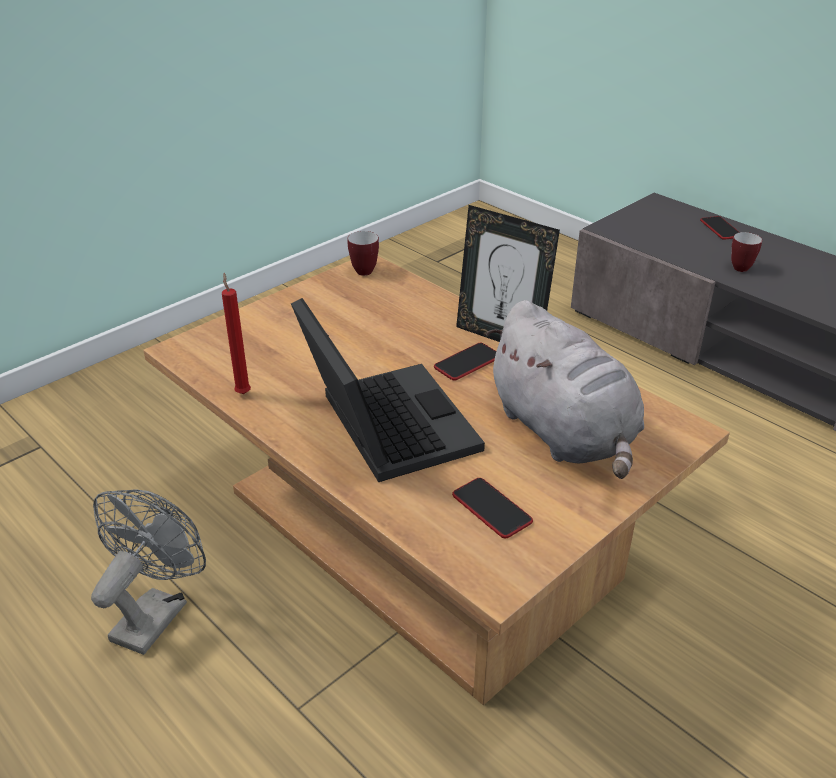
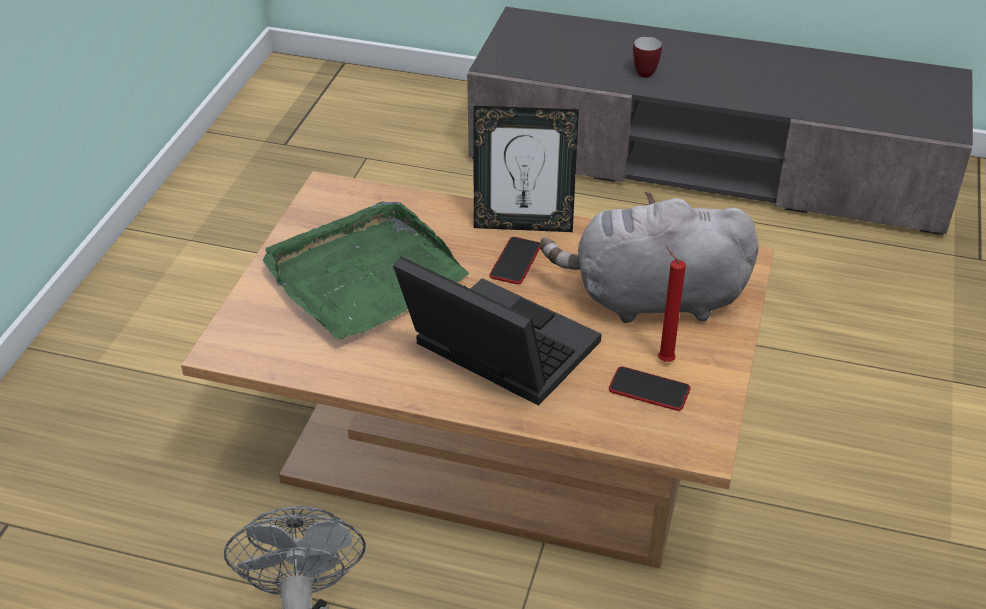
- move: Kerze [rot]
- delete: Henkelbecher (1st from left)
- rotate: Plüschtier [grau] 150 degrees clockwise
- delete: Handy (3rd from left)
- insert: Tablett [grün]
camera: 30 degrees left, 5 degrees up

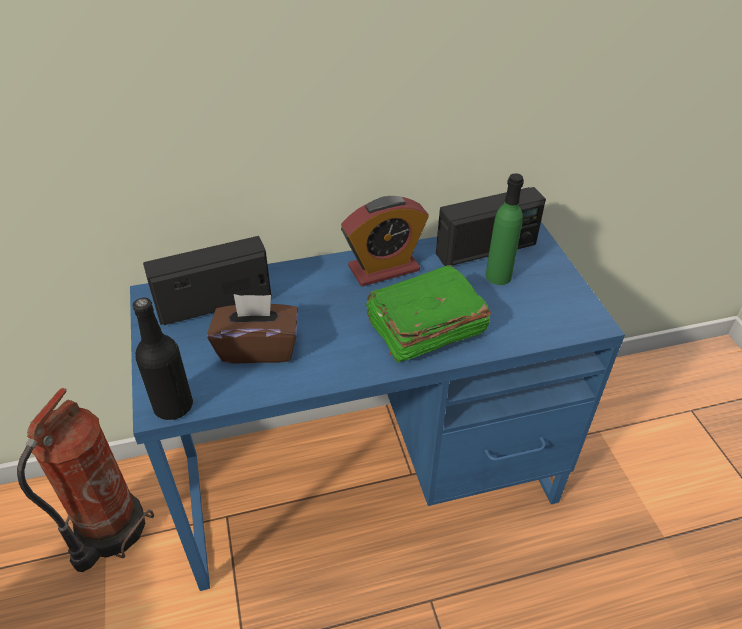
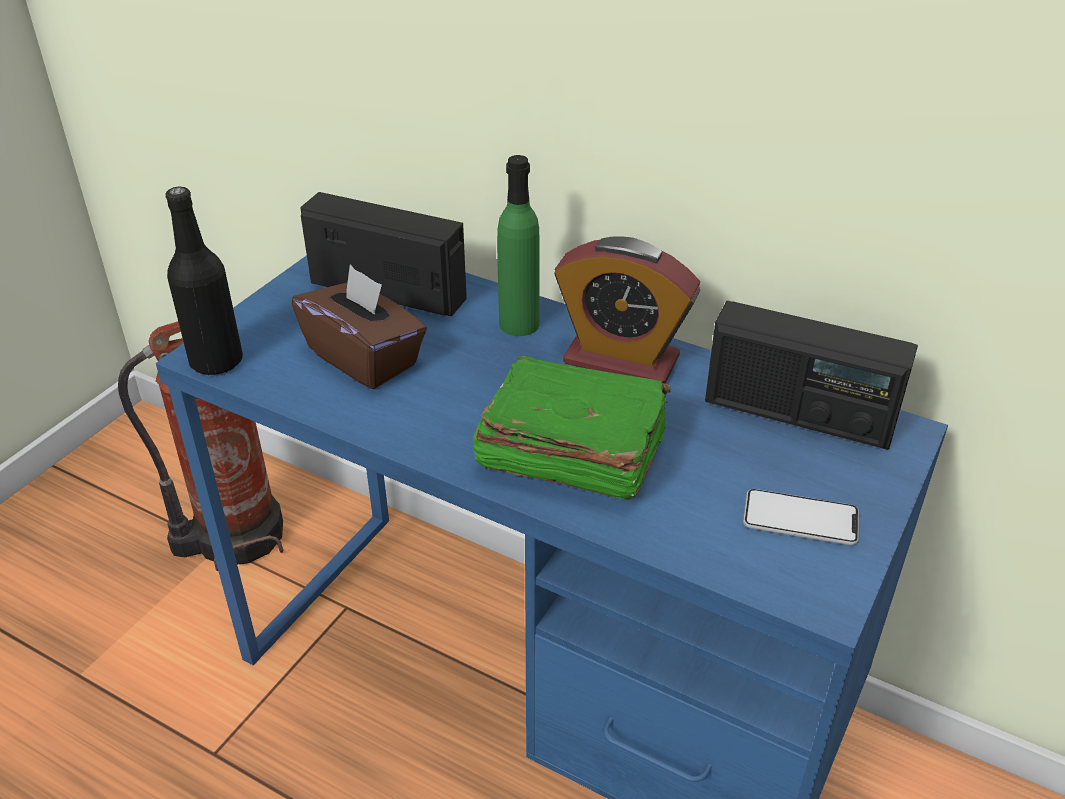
- move: Flasche [grün]
- insert: Handy
camera: 45 degrees right, 5 degrees down

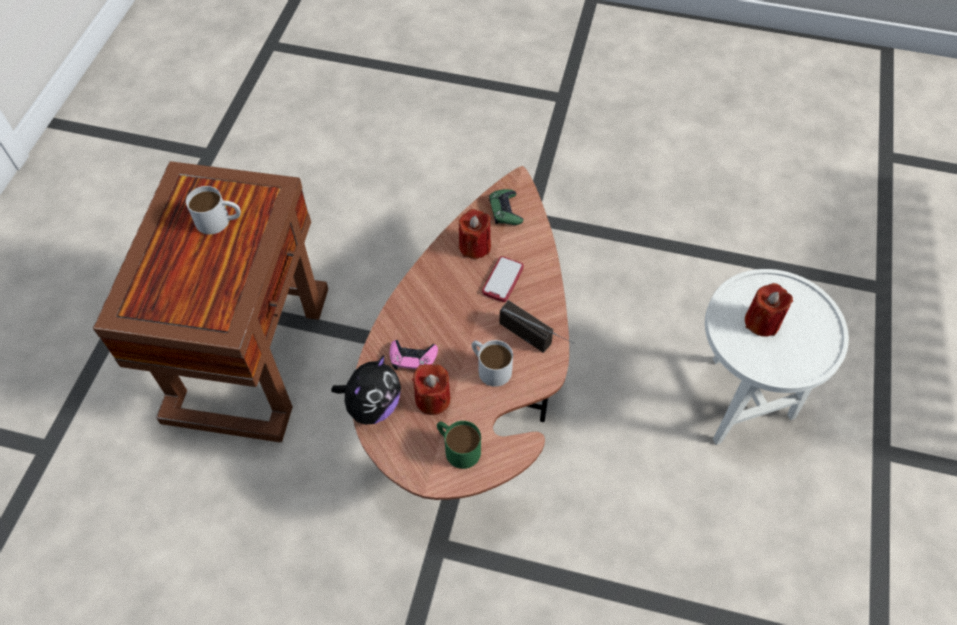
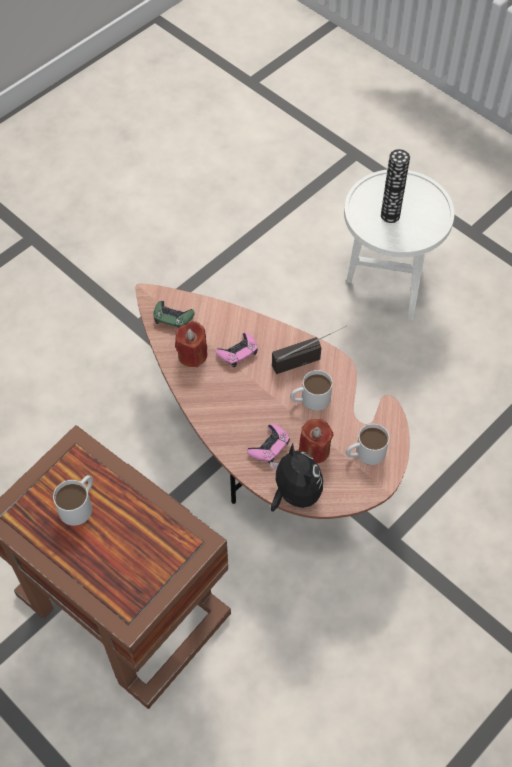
- recolor: Henkelbecher [grün] to Henkelbecher [weiß] (3rd from left)
- replace: Handy to Gamepad [rosa] (1st from left)
- replace: Kerze [rot] (3rd from left) to Vase
camera: 60 degrees left, 0 degrees up

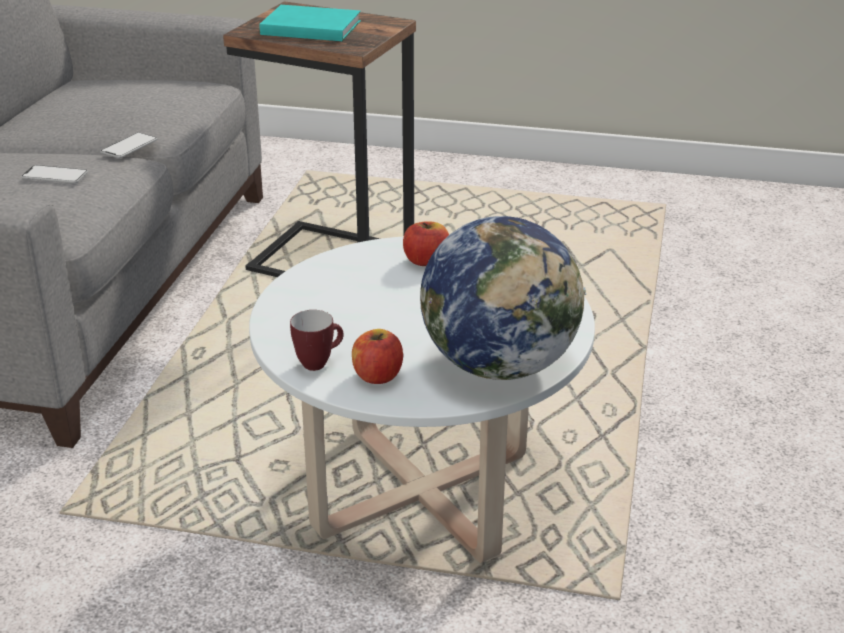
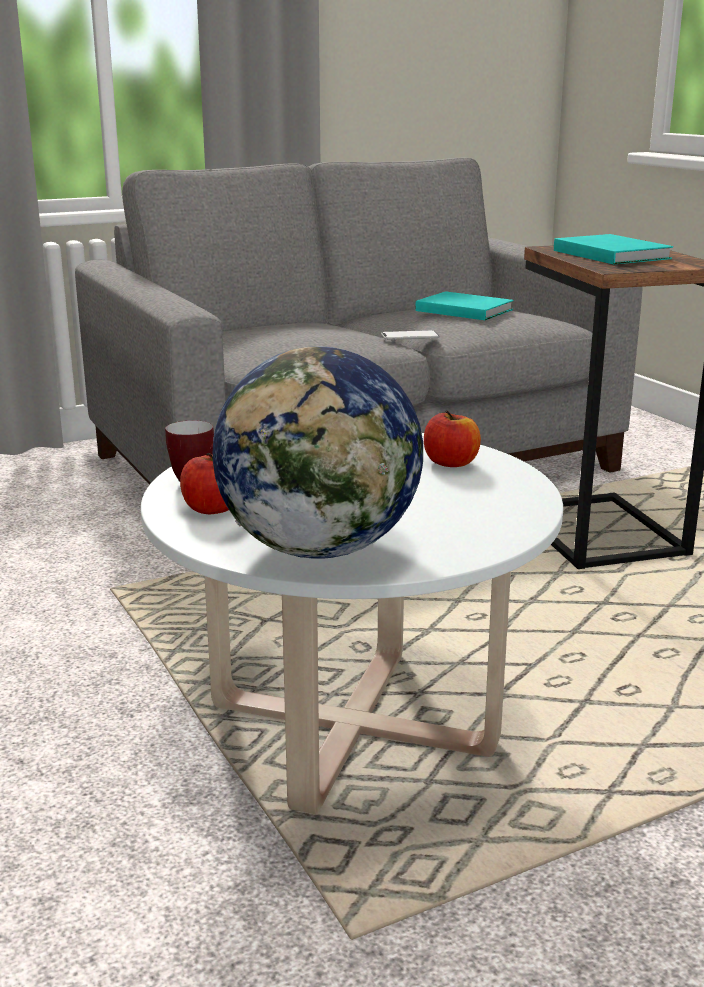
- delete: Handy (1st from left)
- insert: Buch [türkis] (1st from left)
camera: 50 degrees right, 10 degrees down

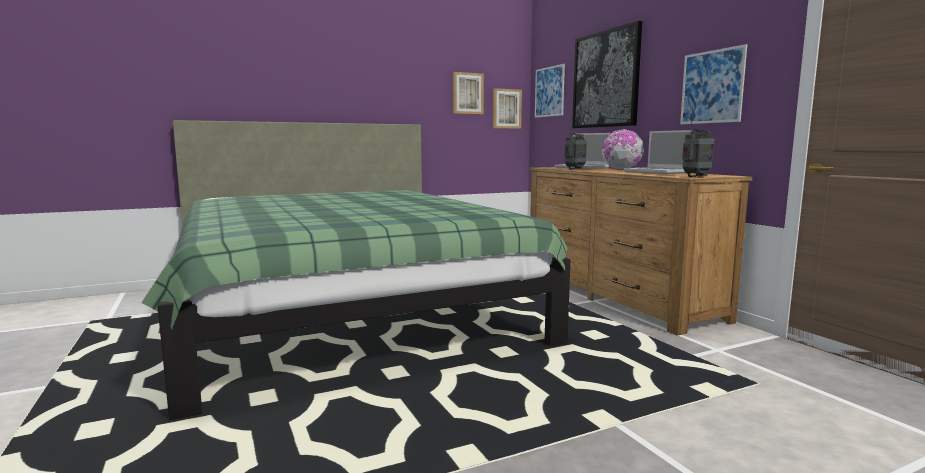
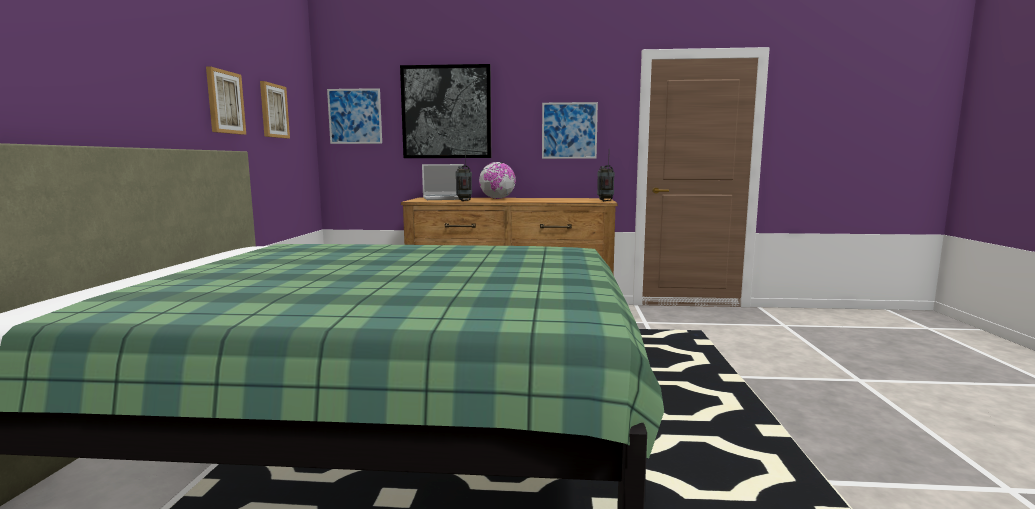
- move: Bild (2nd from left in the first image) to Bild (1st from left)
- delete: Laptop (2nd from left)
camera: 60 degrees left, 0 degrees up

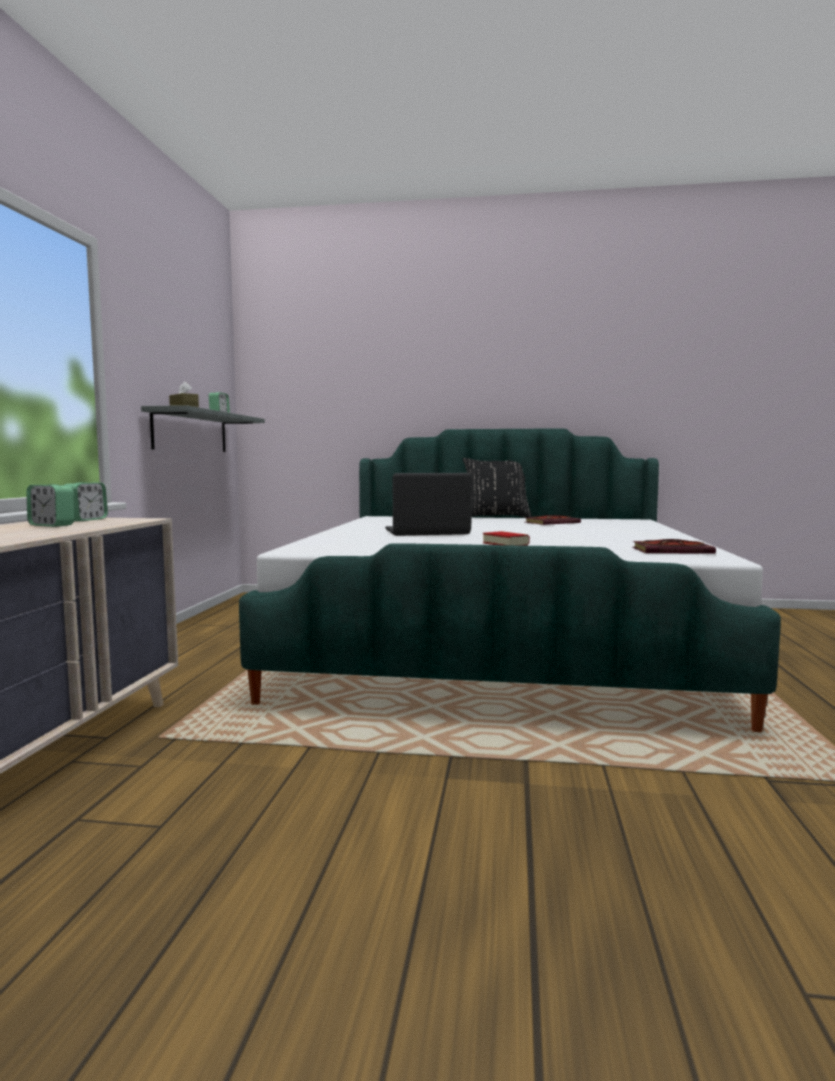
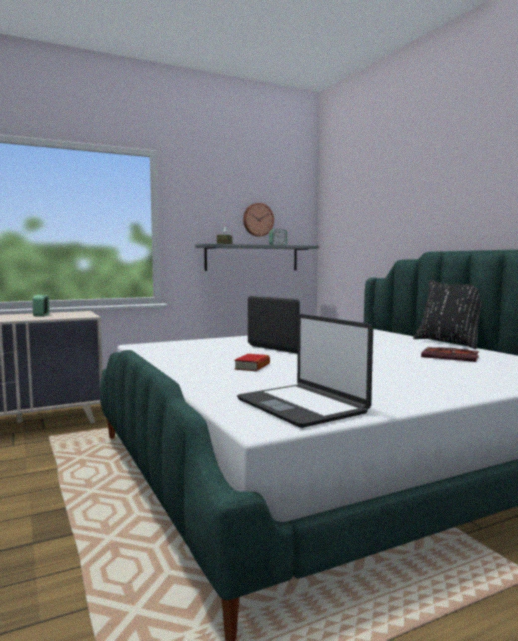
- delete: Wecker (2nd from left)
- replace: Buch (3rd from left) to Laptop (2nd from left)
- insert: Wanduhr
camera: 55 degrees right, 0 degrees up

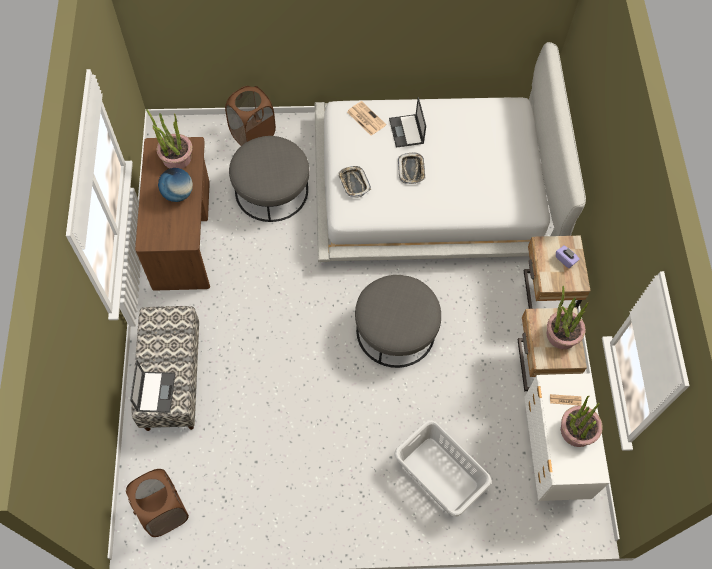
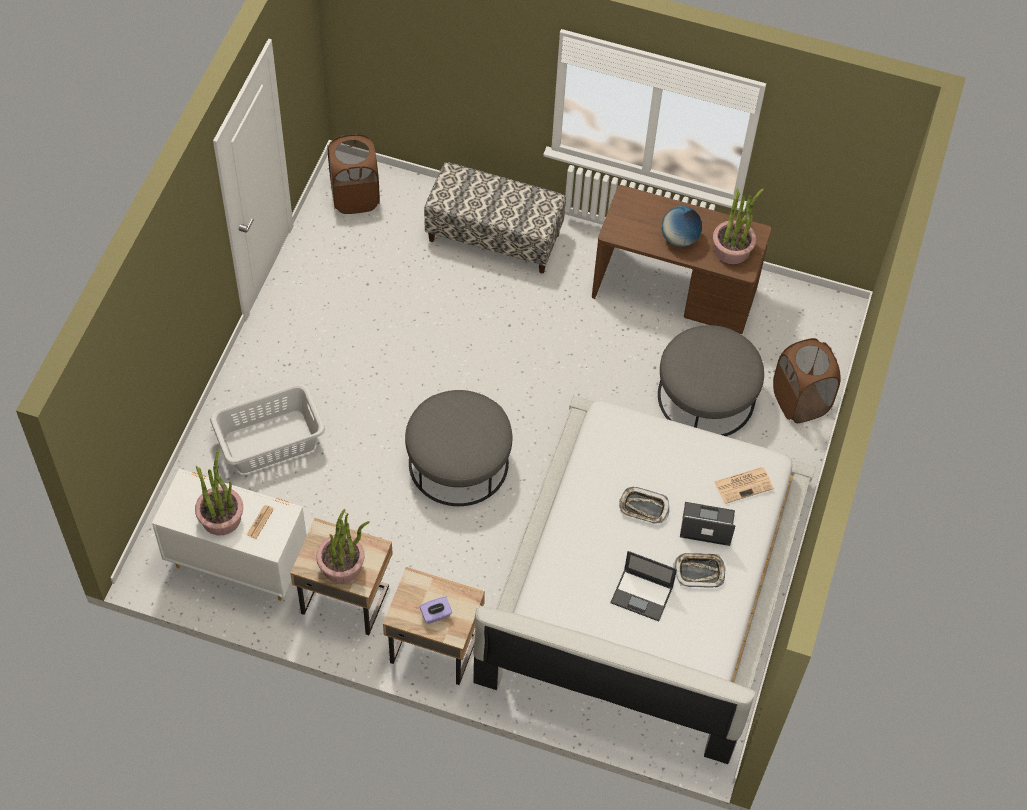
- move: Laptop (1st from left)
- move: Tablett (1st from left in the first image) to Tablett (2nd from left)
camera: 110 degrees right, 5 degrees down

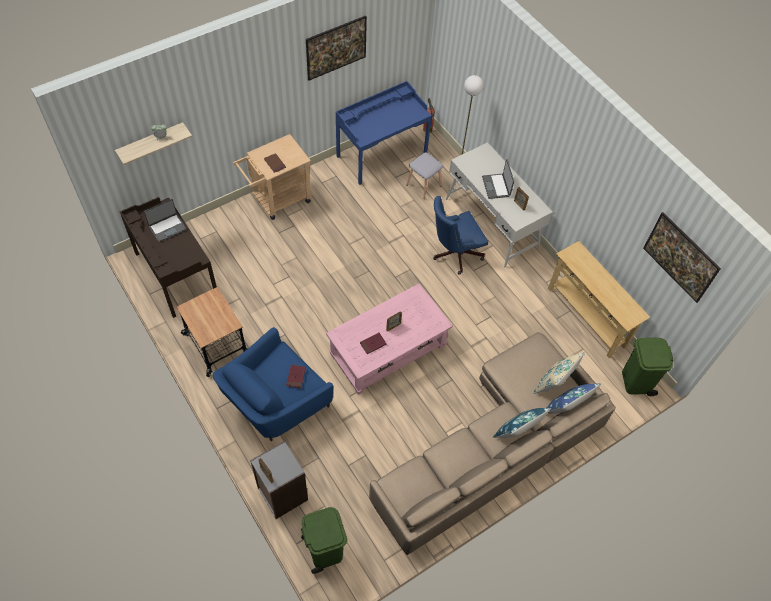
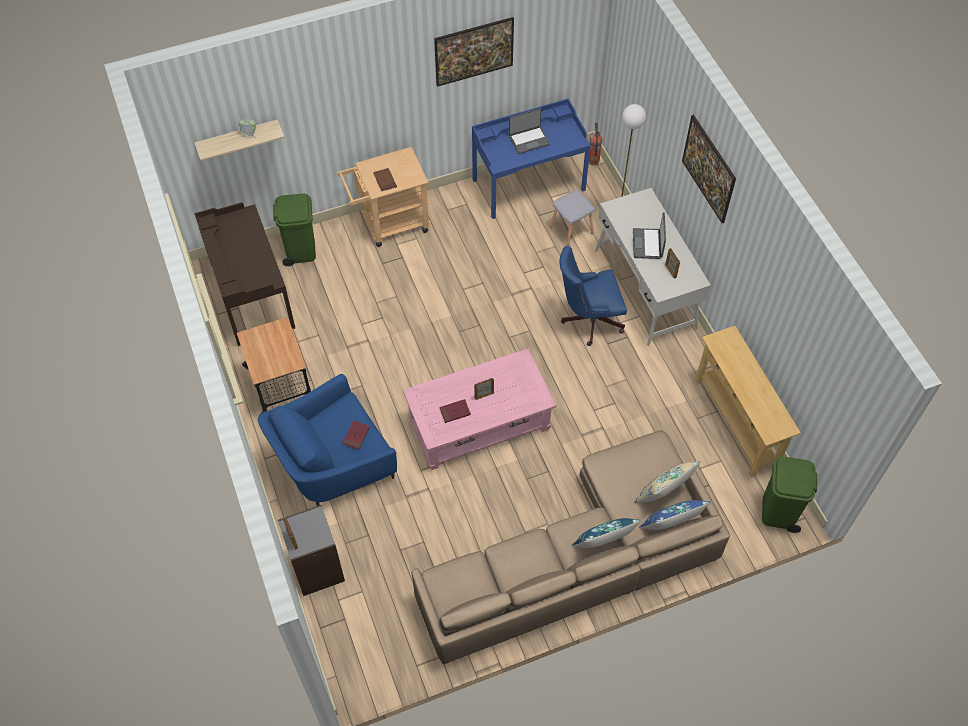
- move: Laptop (1st from left)
- move: Mülleimer [grün] (1st from left)
- move: Bild (2nd from left)
camera: 15 degrees right, 0 degrees up

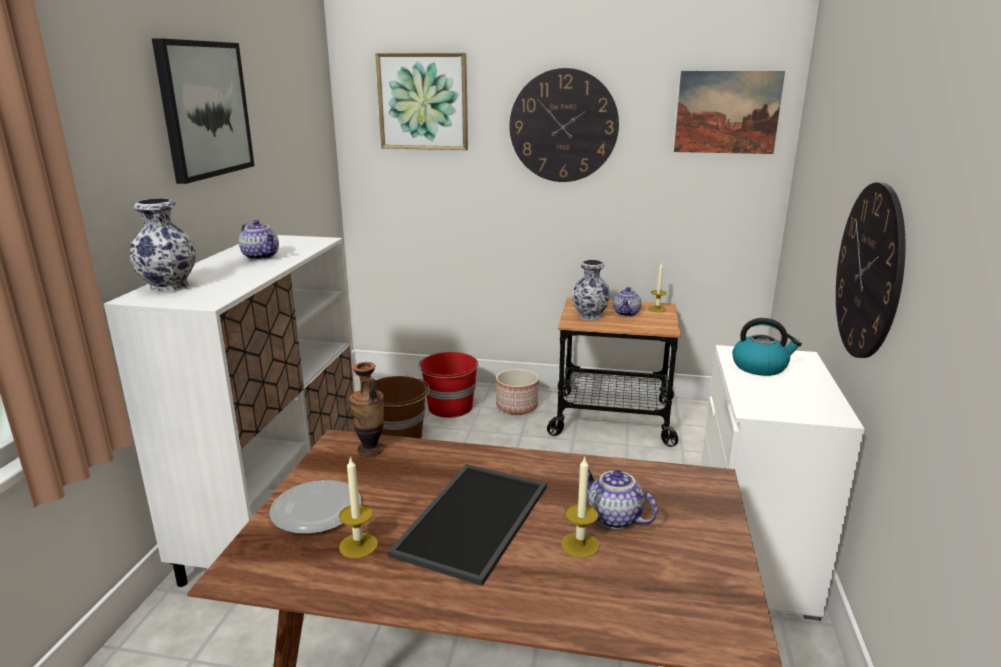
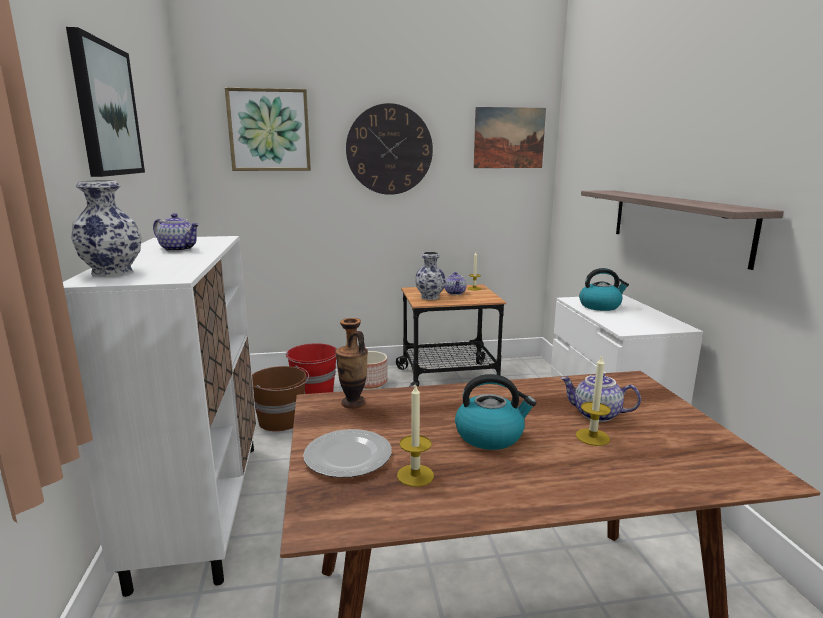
- replace: Tablett to Wasserkessel (1st from left)
- replace: Wanduhr (2nd from left) to Wandregal
camera: 20 degrees left, 5 degrees down

